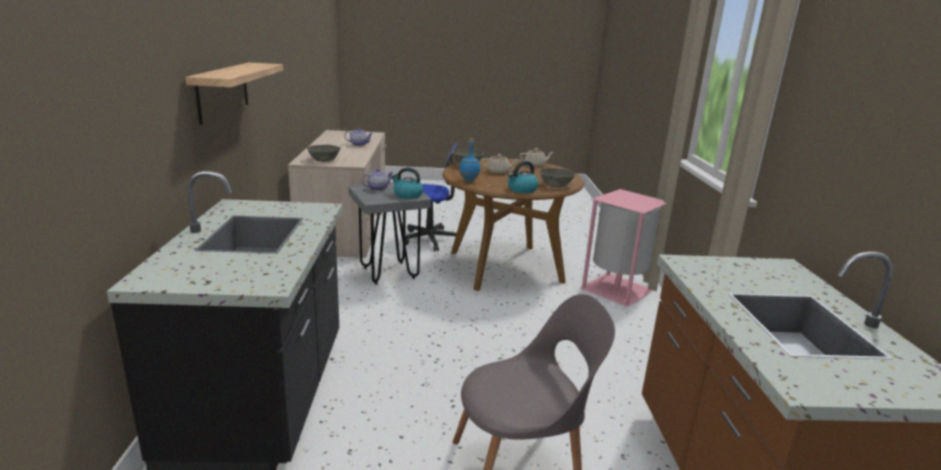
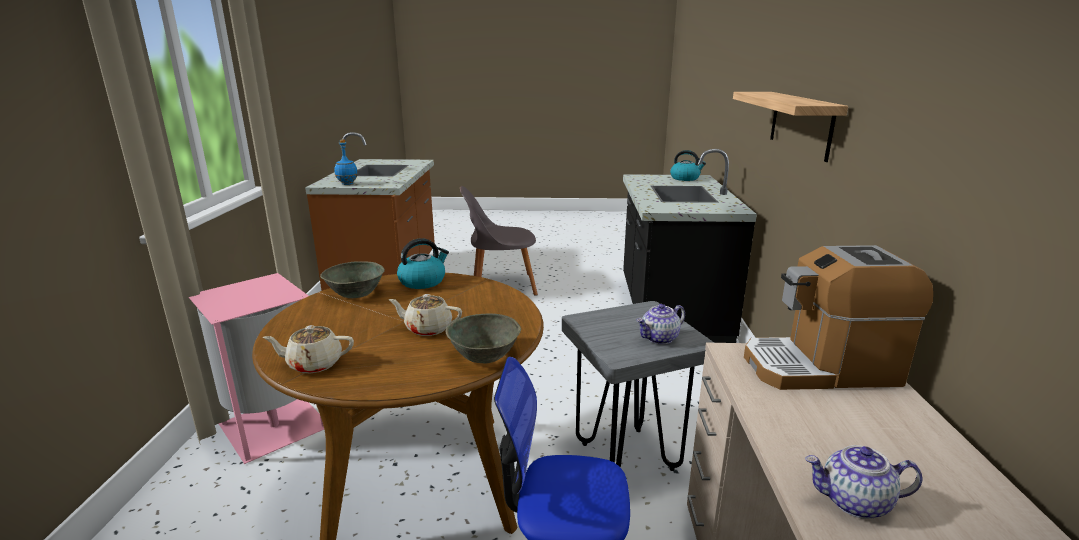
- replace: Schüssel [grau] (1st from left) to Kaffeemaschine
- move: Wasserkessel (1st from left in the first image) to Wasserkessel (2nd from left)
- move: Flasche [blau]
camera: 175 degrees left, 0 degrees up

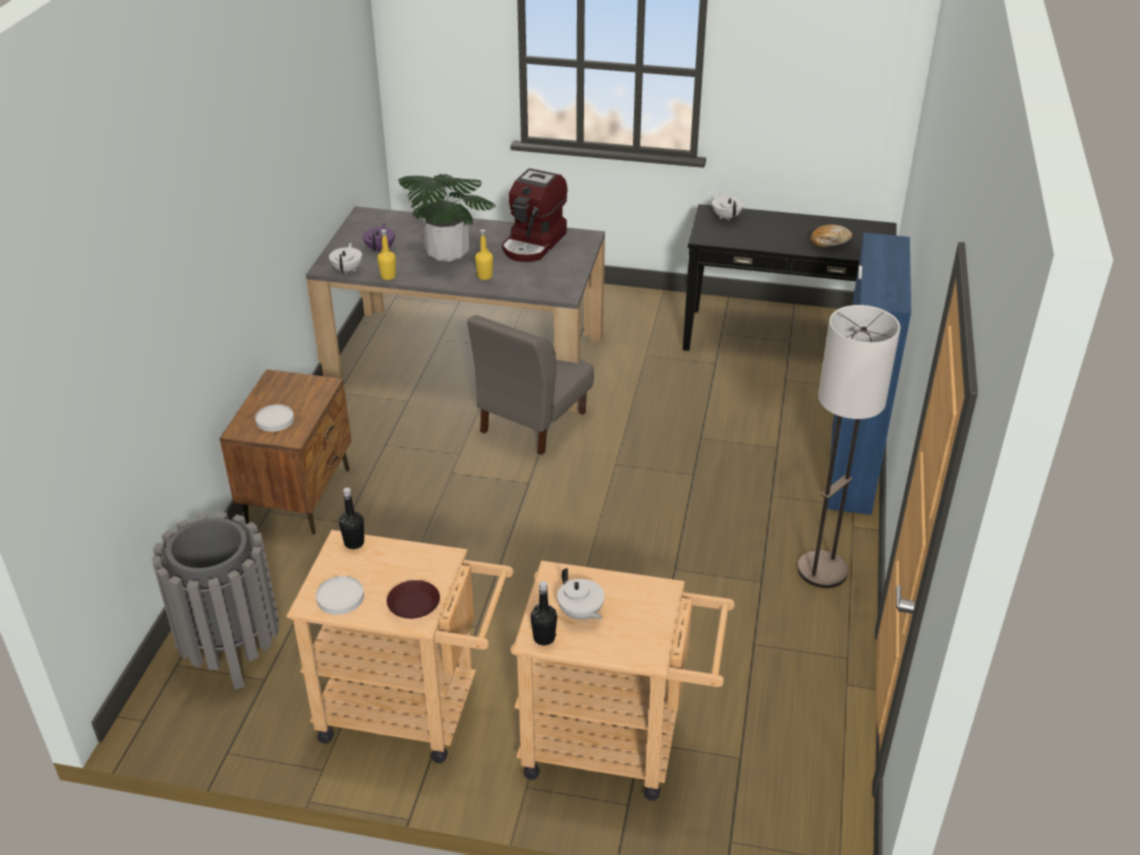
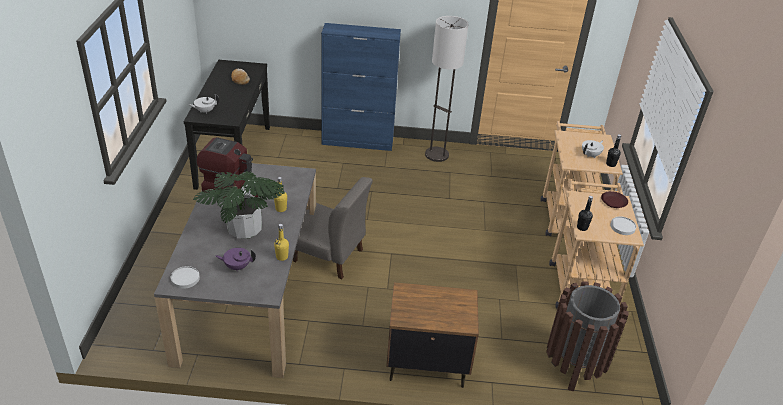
- recolor: Mülleimer [grau] to Mülleimer [braun]
- move: Teller [weiß] (1st from left)
- delete: Teekanne [weiß] (1st from left)
camera: 100 degrees left, 0 degrees up

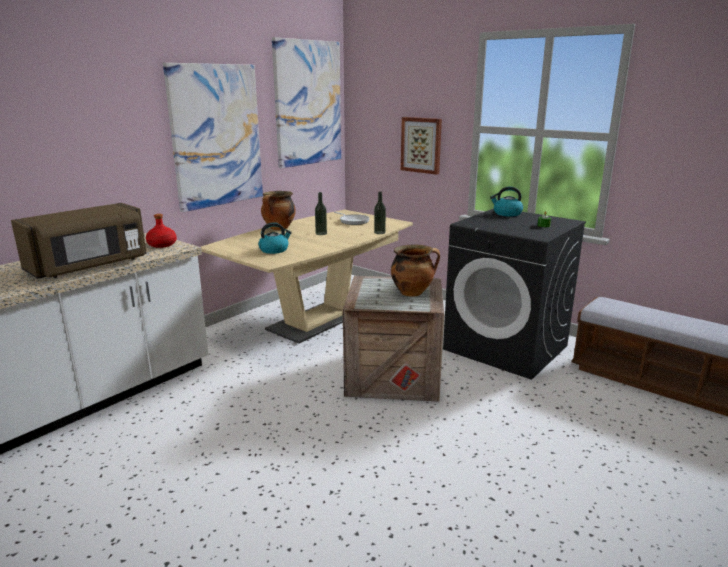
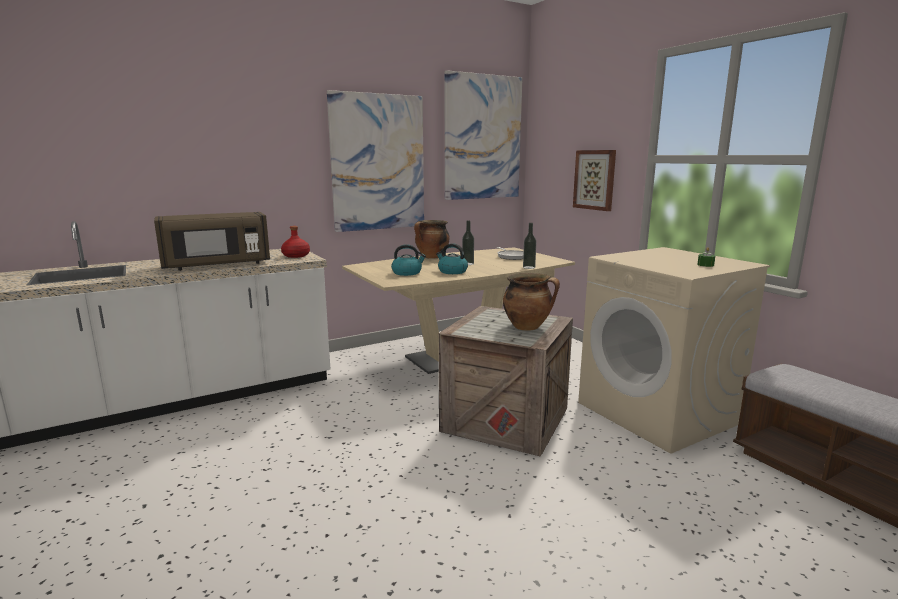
- recolor: Waschmaschine [schwarz] to Waschmaschine [beige]
- move: Wasserkessel (2nd from left)
camera: 20 degrees right, 5 degrees down

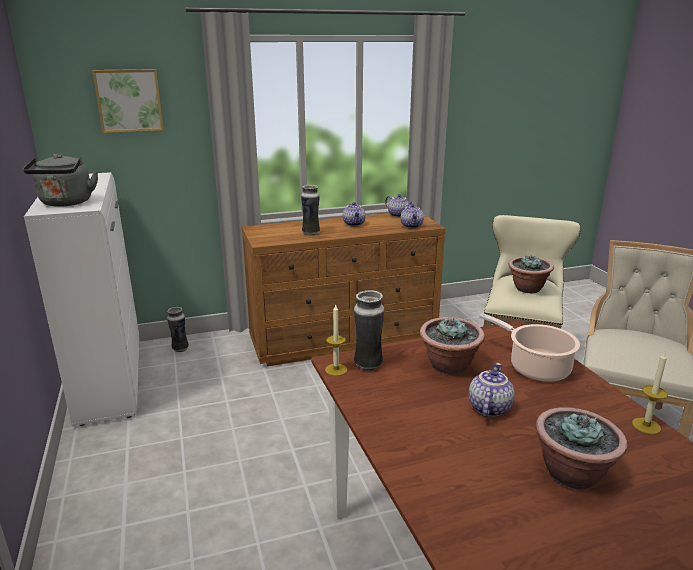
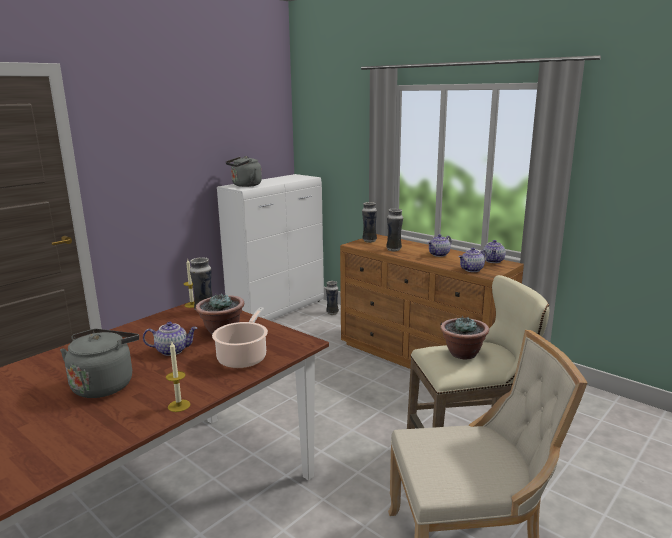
- delete: Bild
- replace: Topfpflanze (3rd from left) to Wasserkessel [grau] (1st from left)
- insert: Vase (3rd from left)
camera: 60 degrees right, 5 degrees down

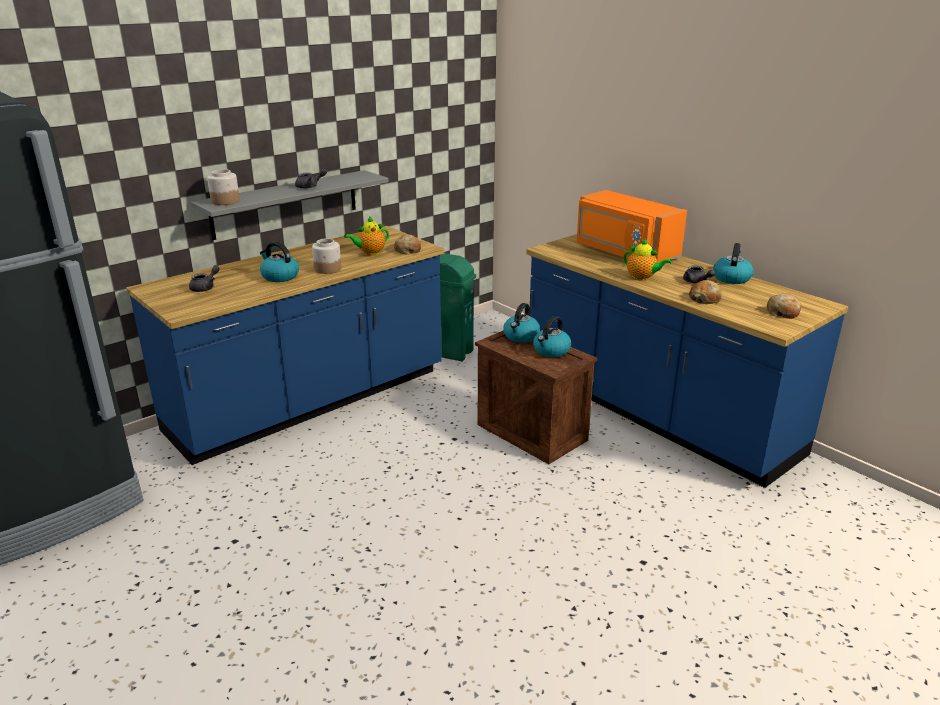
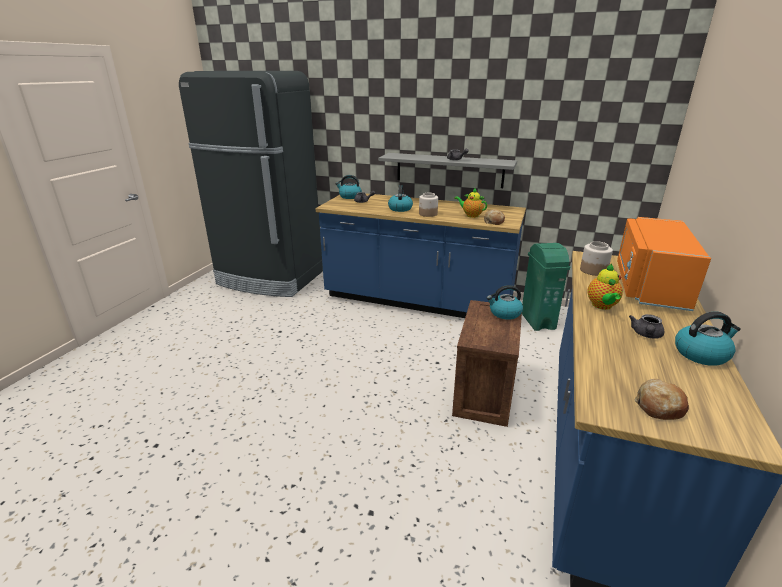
- move: Vorratsglas (1st from left in the first image) to Vorratsglas (2nd from left)
- move: Wasserkessel (3rd from left in the first image) to Wasserkessel (1st from left)
- delete: Brot (2nd from left)
camera: 60 degrees right, 0 degrees up

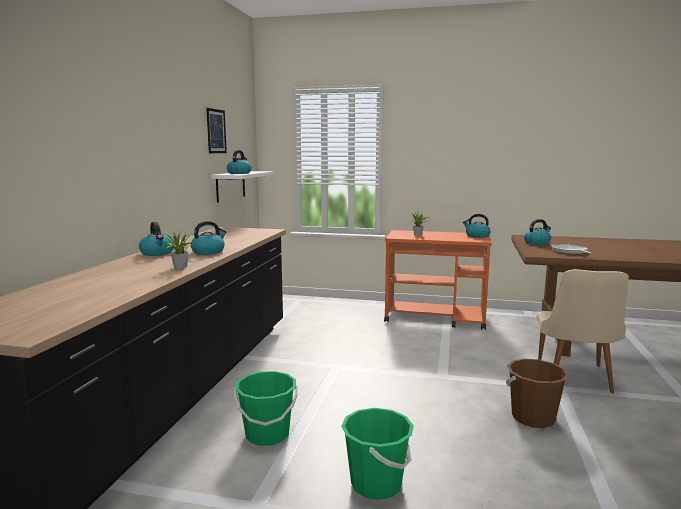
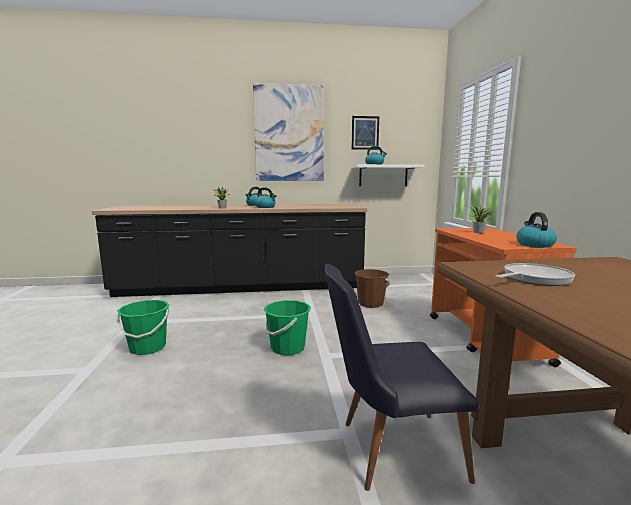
- move: Eimer [grün] (1st from left in the first image) to Eimer [grün] (2nd from left)
- move: Eimer [braun]
- delete: Wasserkessel (5th from left)
- recolor: Stuhl [beige] to Stuhl [schwarz]
- insert: Bild (1st from left)
camera: 70 degrees right, 0 degrees up

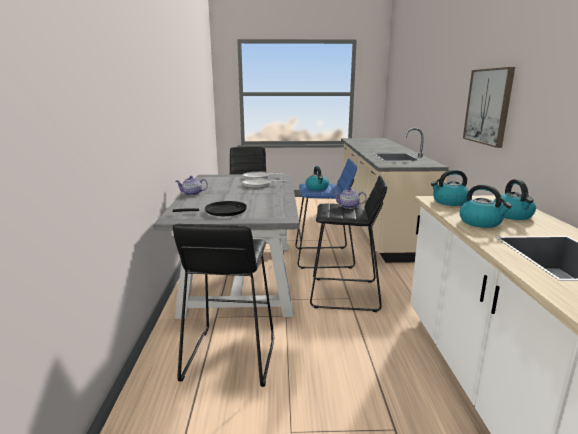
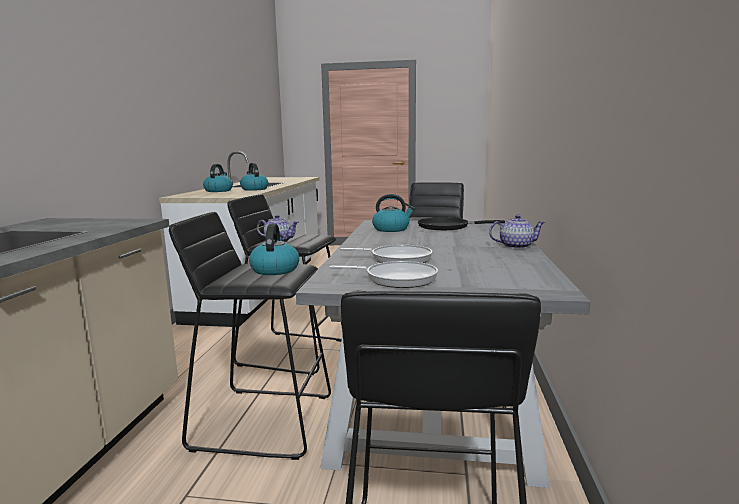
- recolor: Hocker [blau] to Hocker [schwarz] (1st from left)
- move: Wasserkessel (2nd from left in the first image) to Wasserkessel (4th from left)
- delete: Bild
camera: 170 degrees left, 5 degrees down

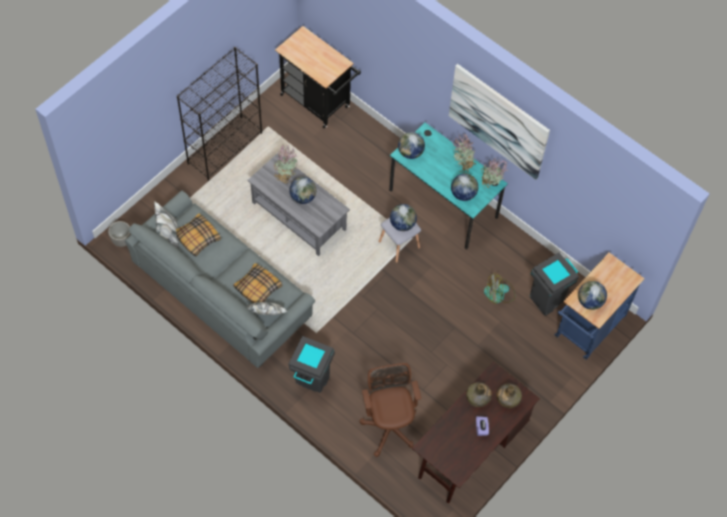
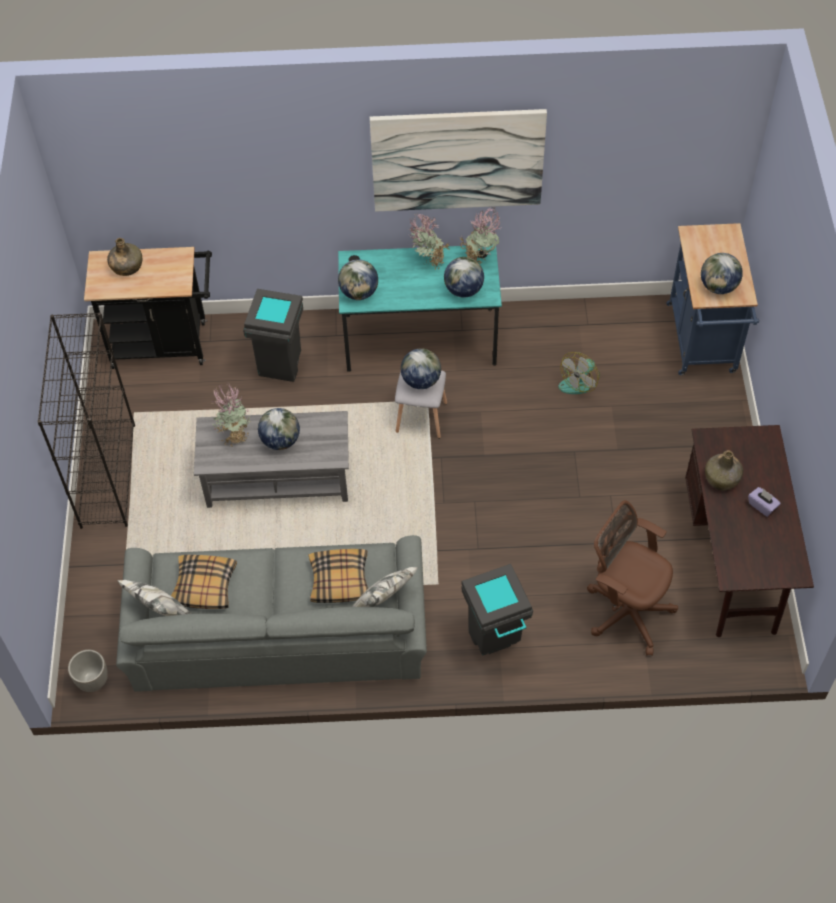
- move: Flasche [grün] (2nd from left in the first image) to Flasche [grün] (1st from left)
- move: Mülleimer [grau] (2nd from left in the first image) to Mülleimer [grau] (1st from left)
camera: 40 degrees left, 5 degrees down

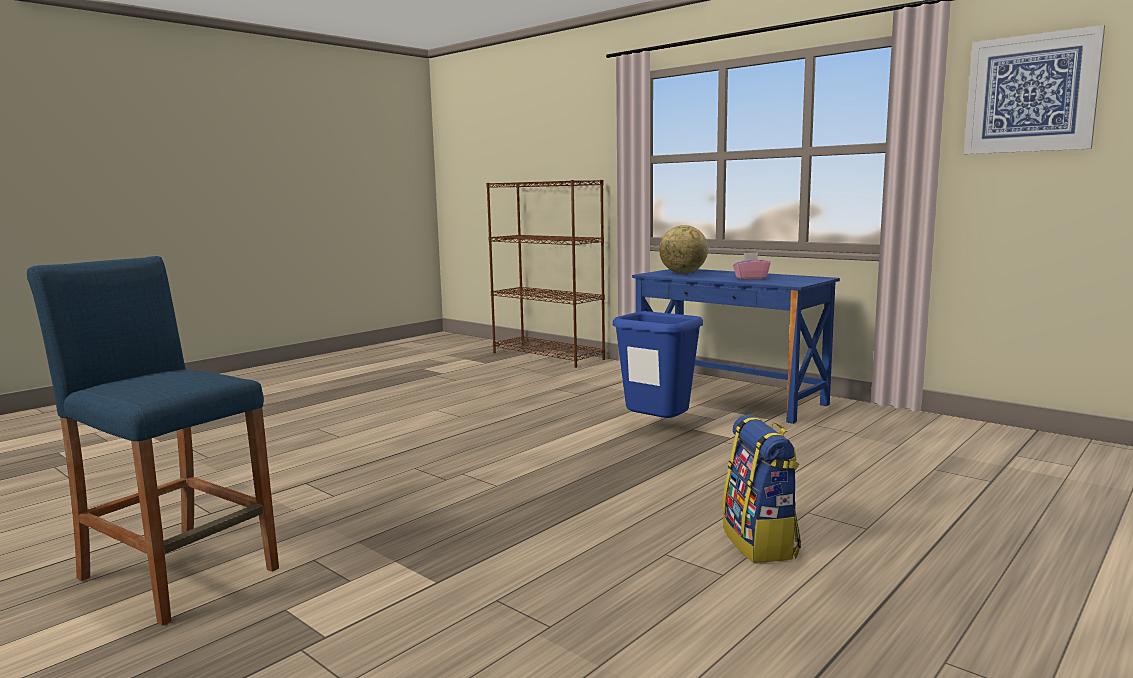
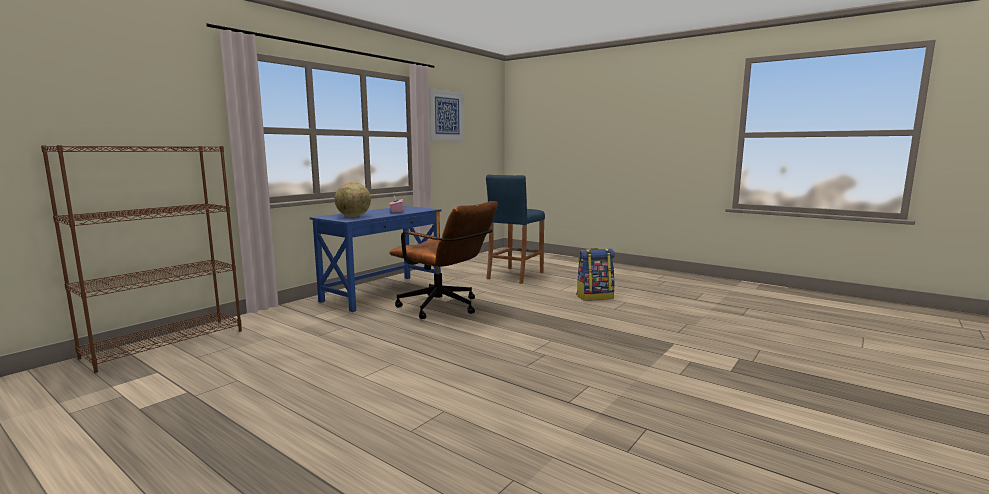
- move: Hocker [blau]
- replace: Mülleimer [blau] to Bürostuhl [braun]
camera: 95 degrees left, 0 degrees up

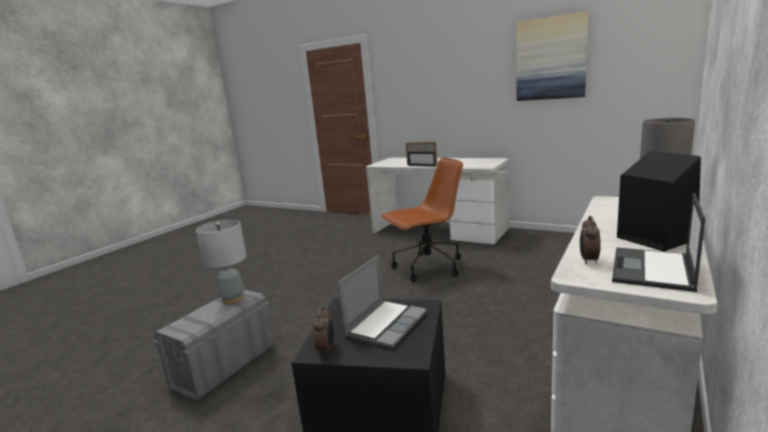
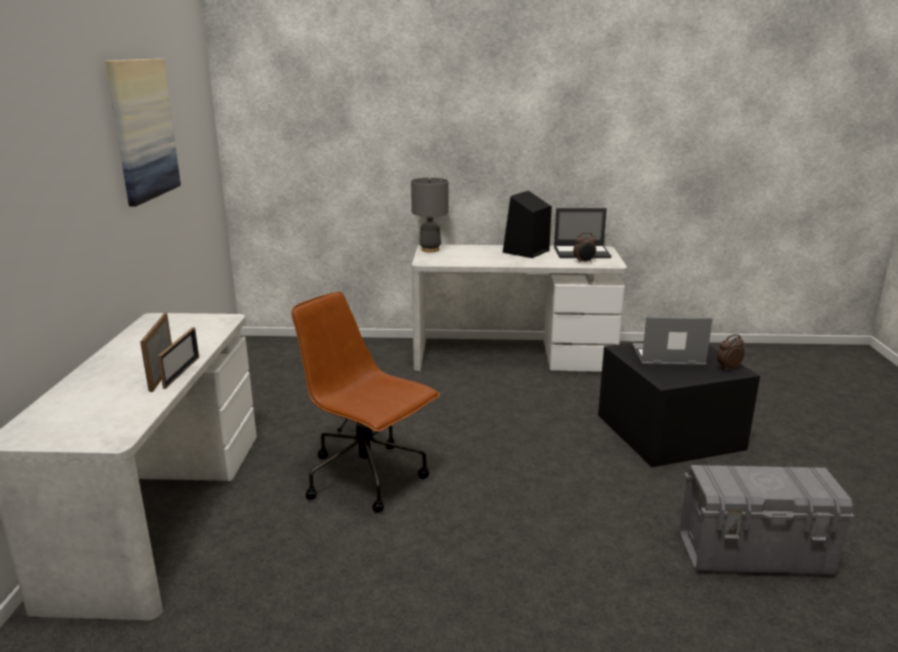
- delete: Tischlampe [grau] (1st from left)
camera: 120 degrees left, 5 degrees up

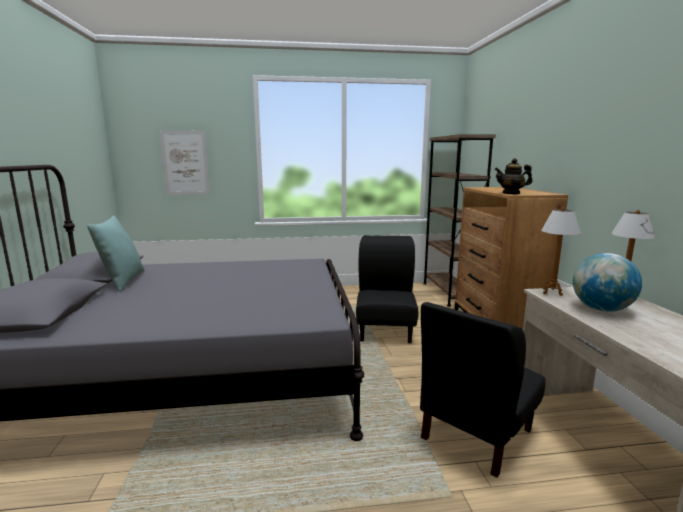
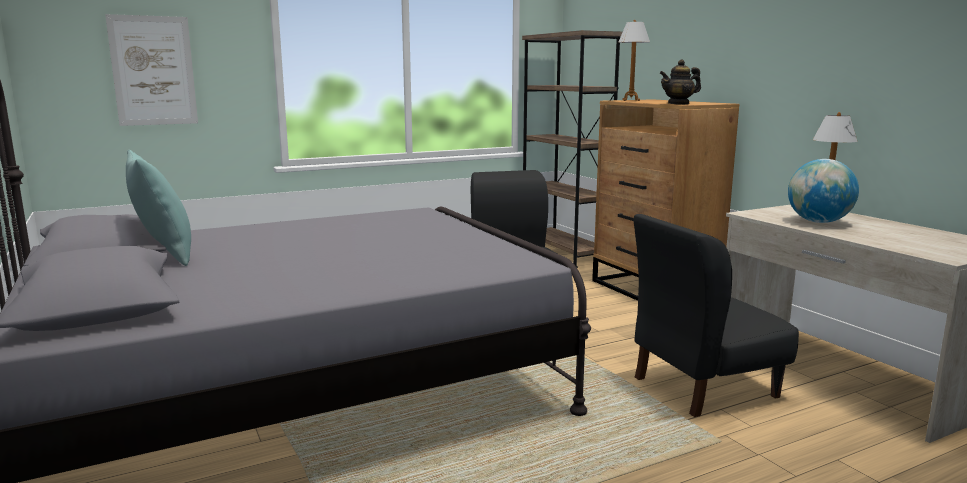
- rotate: Stuhl [schwarz] (2nd from left) 45 degrees clockwise
- move: Tischlampe (1st from left)
camera: 20 degrees left, 0 degrees up

